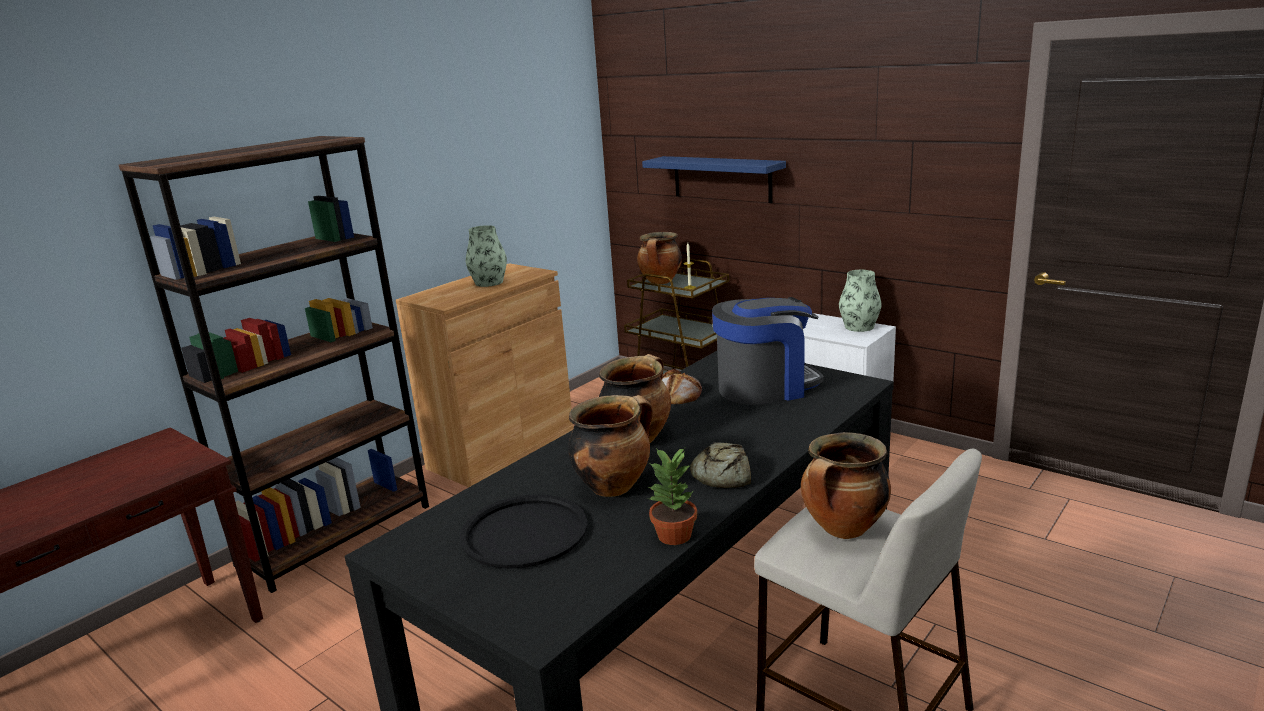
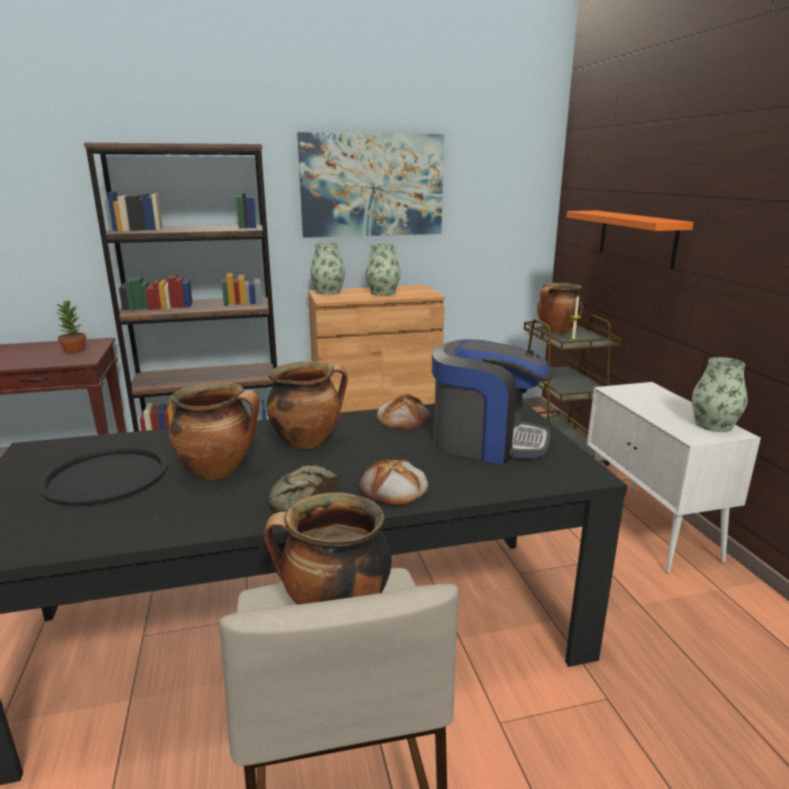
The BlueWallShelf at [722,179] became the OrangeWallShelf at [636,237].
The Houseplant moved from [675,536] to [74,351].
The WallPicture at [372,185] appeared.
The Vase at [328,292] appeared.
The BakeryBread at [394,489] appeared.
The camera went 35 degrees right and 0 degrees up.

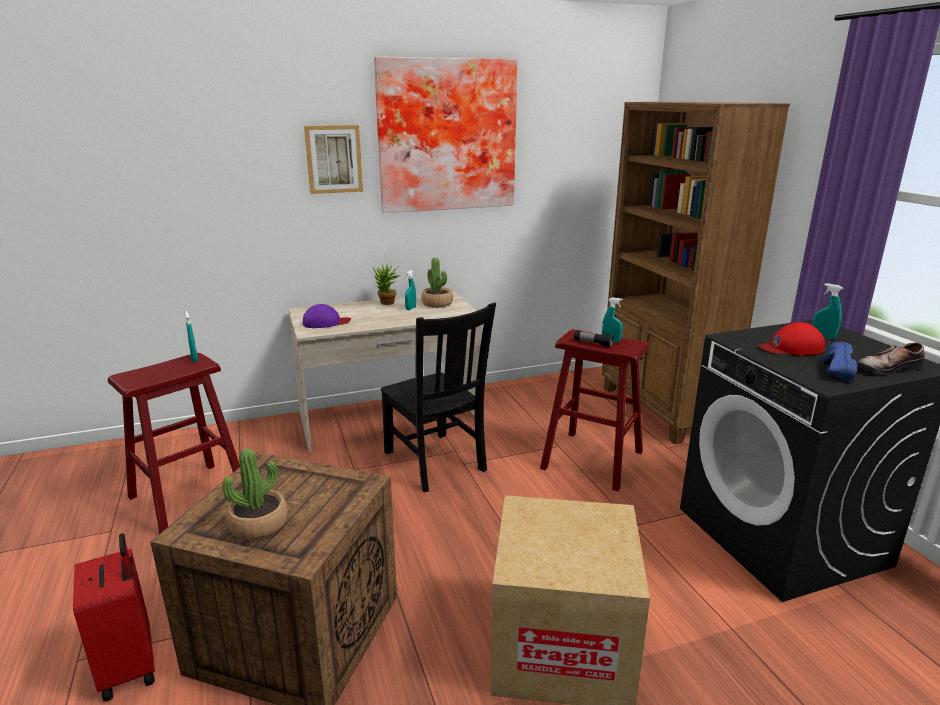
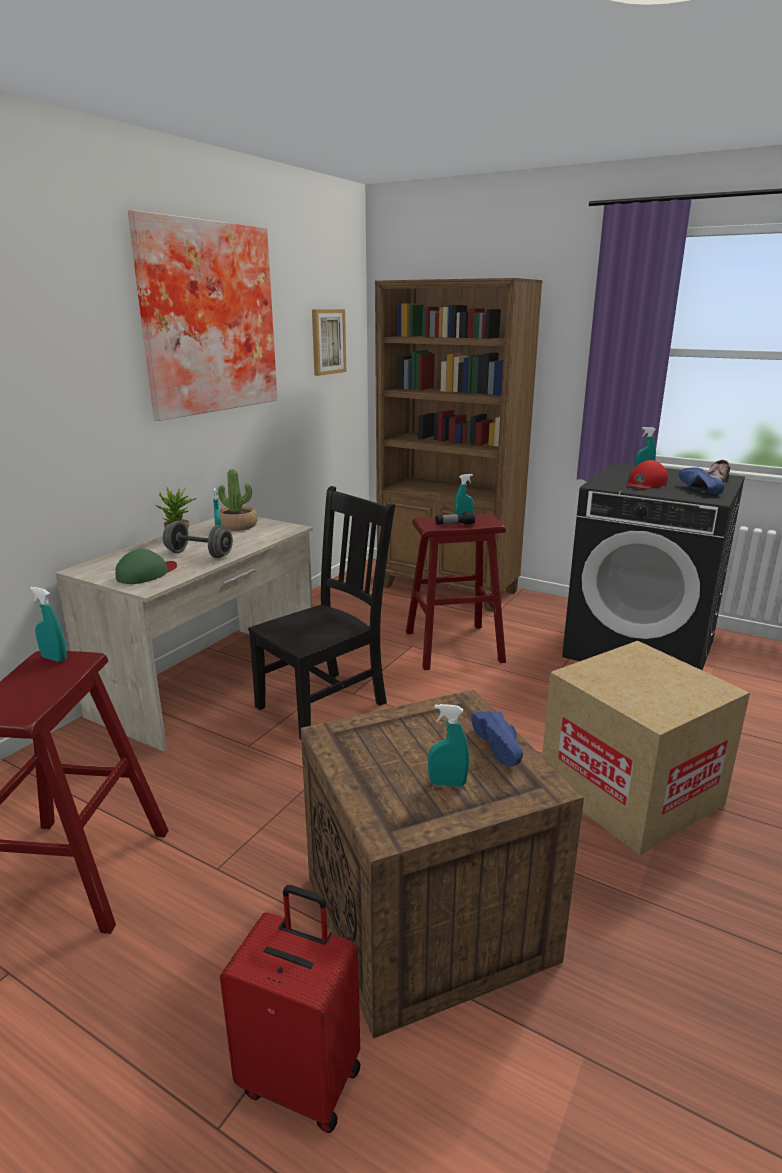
The WallPicture moved from [334,159] to [327,342].
The BlackishUprightChair at [436,463] turned 60 degrees counterclockwise.
The PurpleColouredBaseballCap at [326,322] became the GreenBaseballCap at [147,573].
The Houseplant at [259,524] was replaced by the TurquoiseColouredSprayer at [447,783].
The GreyishFreeWeight at [199,554] appeared.
The BlueItemOfFootwear at [502,747] appeared.
The camera went 40 degrees left and 0 degrees up.

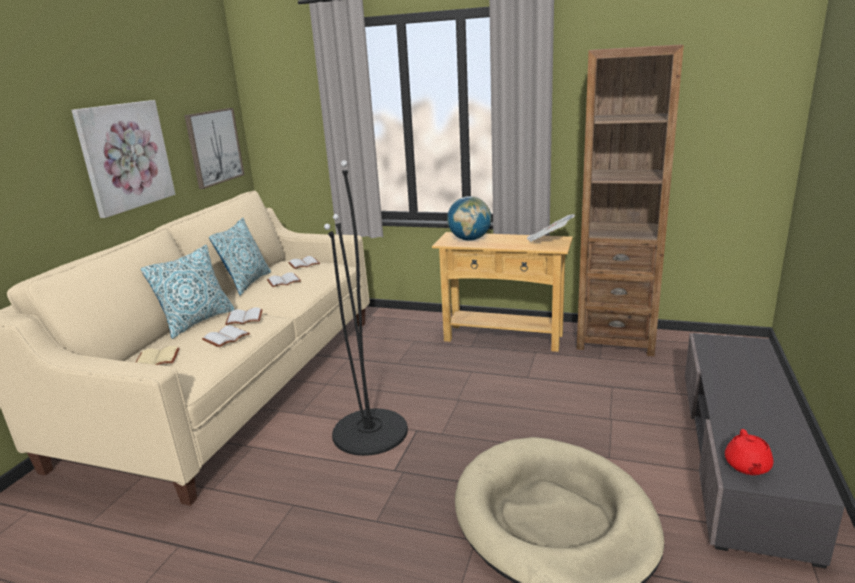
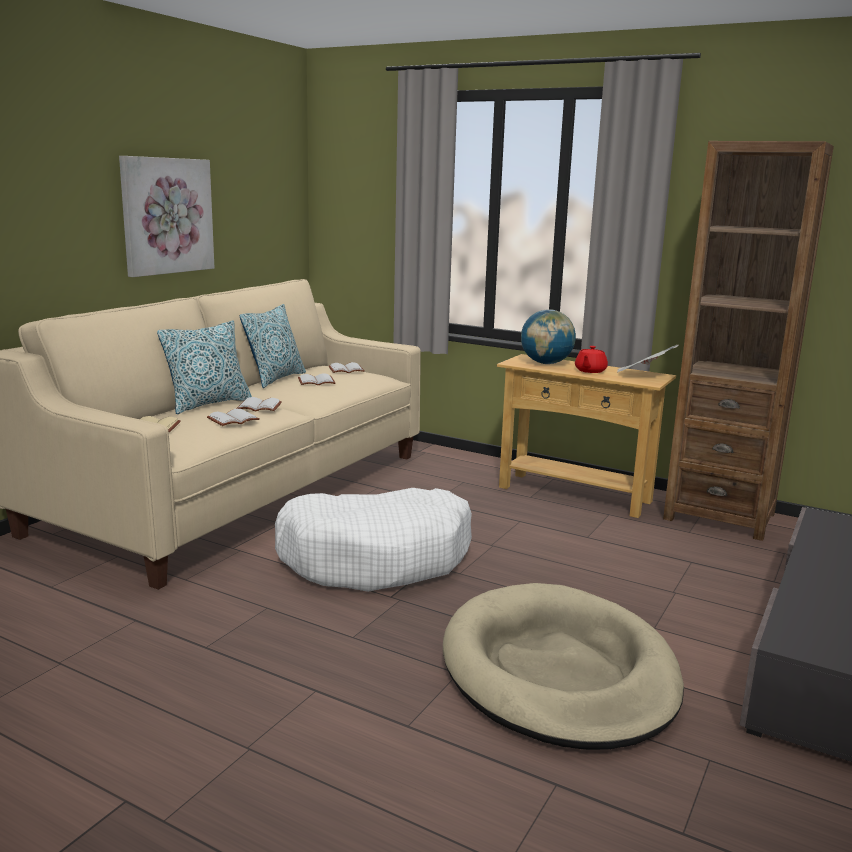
The WallPicture at [214,147] disappeared.
The BlackishFloorLamp at [370,432] was replaced by the WhiteColouredDogBed at [376,558].
The RedTeapot moved from [747,466] to [590,371].
The camera went 10 degrees right and 5 degrees down.

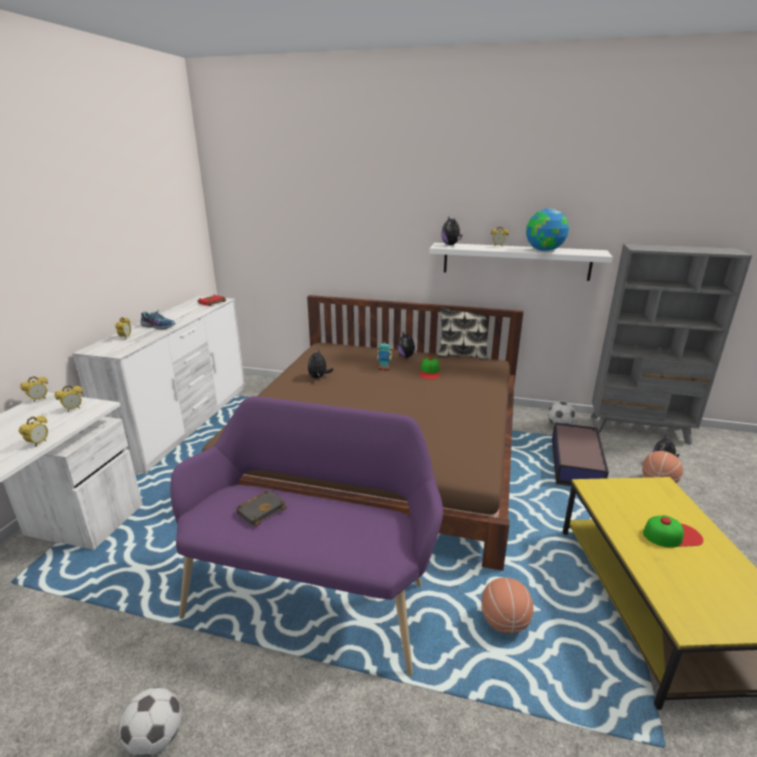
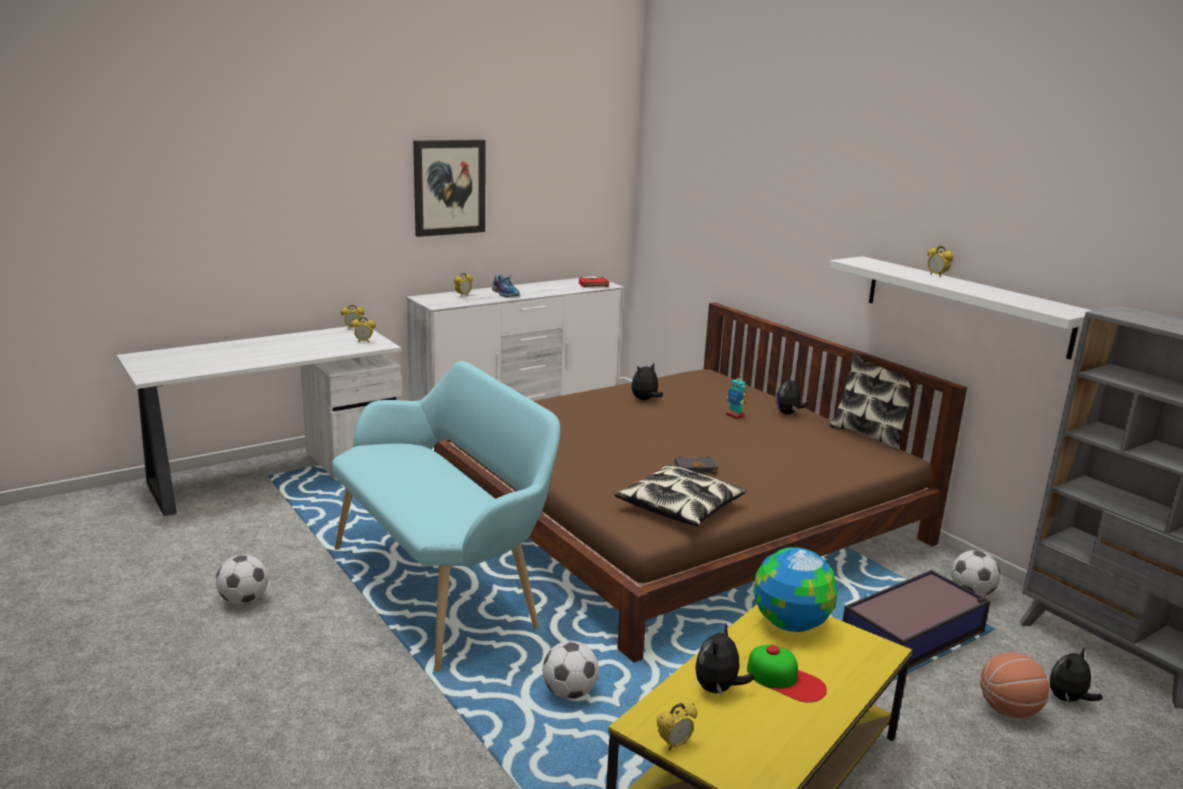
The WorldGlobe moved from [544,250] to [789,623].
The SoftToy moved from [451,245] to [718,689].
The BaseballCap at [430,372] disappeared.
The PurpleColouredBench at [313,593] became the TurquoiseColouredBench at [443,586].
The TableClock moved from [39,443] to [674,745].
The BlackishVolume moved from [262,510] to [696,468].
The BallForBasketball at [504,622] was replaced by the BallForFootball at [569,693].
The WallPicture at [449,187] appeared.
The Cushion at [680,507] appeared.
The camera went 40 degrees right and 5 degrees down.

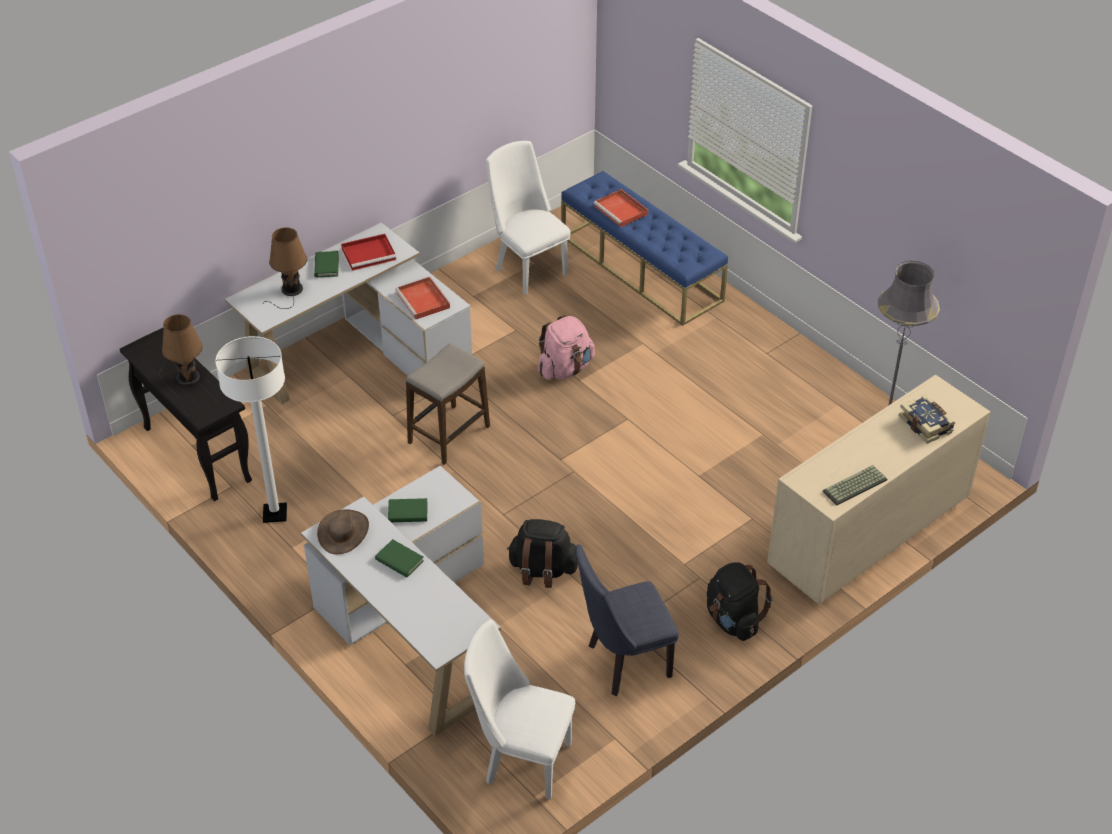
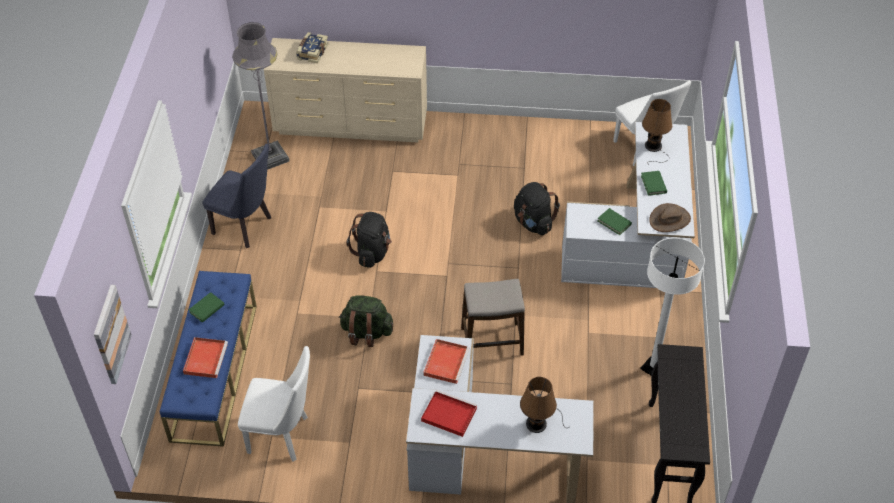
The WhiteColouredUprightChair at [527,268] turned 90 degrees counterclockwise.
The GreenVolume moved from [326,266] to [207,309].
The BrownishTableLamp moved from [185,376] to [654,147].
The PinkBackpack at [565,369] became the GreenBackpack at [366,332].
The Keyboard at [855,486] disappeared.
The BlueUprightChair moved from [622,663] to [246,227].
The BlackishBackpack moved from [733,620] to [372,253].
The WallPicture at [110,334] appeared.
The camera went 135 degrees left and 5 degrees up.

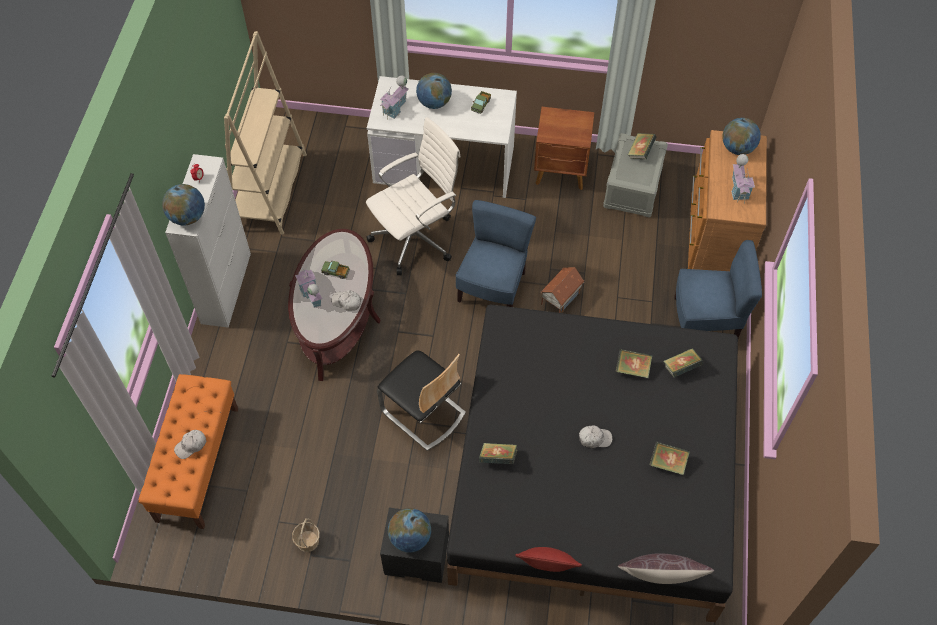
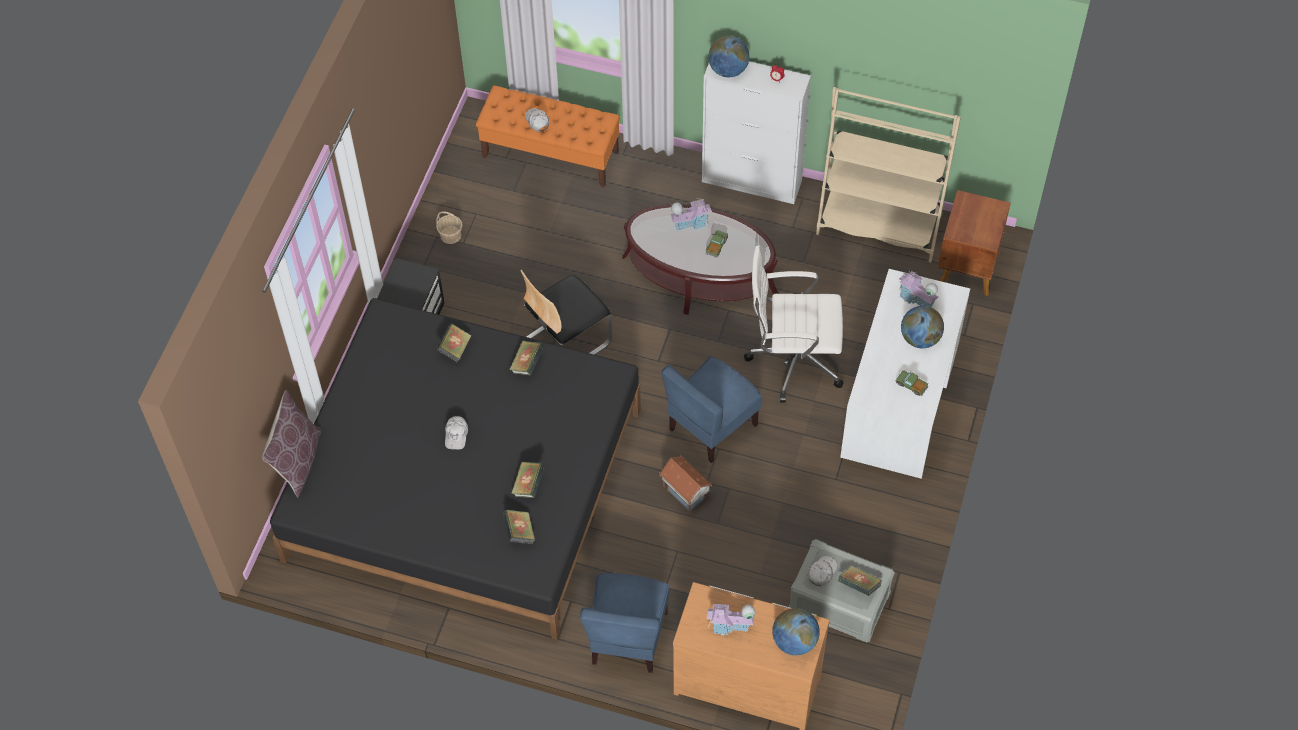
The BrownishNightstand moved from [561,172] to [968,269].
The WhiteColouredDeskChair at [416,238] turned 120 degrees clockwise.
The BlueUprightChair at [493,288] turned 105 degrees clockwise.
The WhiteColouredBaseballCap moved from [346,302] to [822,572].
The Volume moved from [667,463] to [527,364].
The WorldGlobe at [410,538] disappeared.
The RedCushion at [546,568] disappeared.
The camera went 100 degrees right and 0 degrees up.

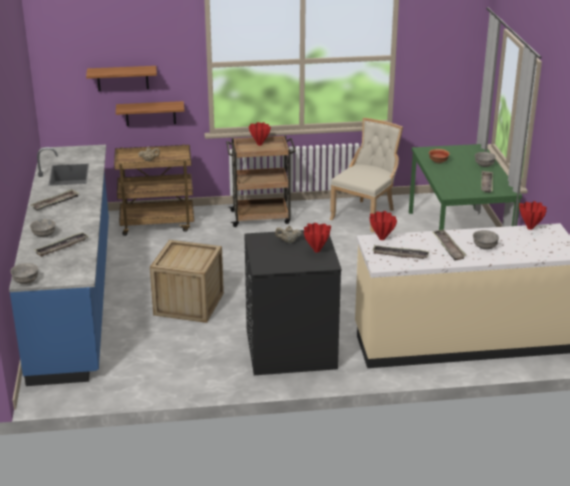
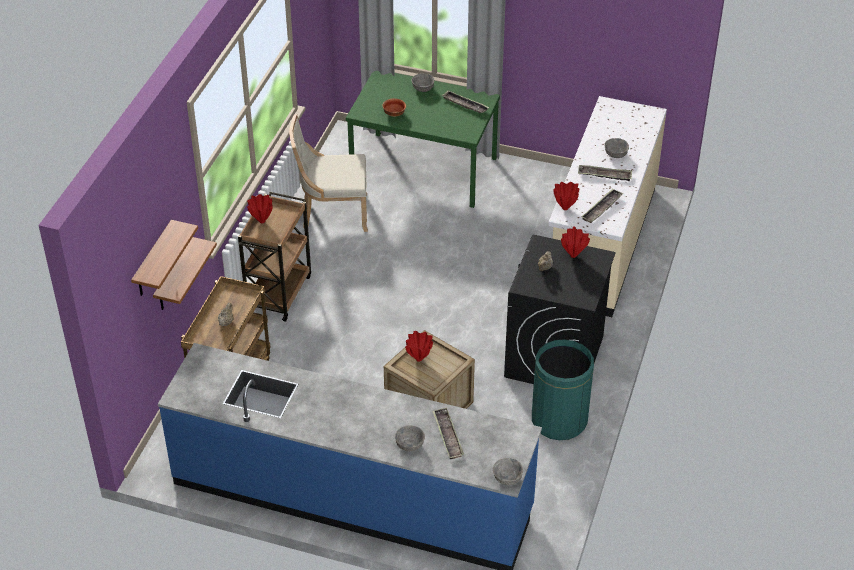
The BeigeColouredUprightChair at [365,214] turned 60 degrees counterclockwise.
The Tray at [55,202] disappeared.
The RedVase moved from [530,228] to [419,359].
The GreenWasteBin at [559,420] appeared.
The camera went 65 degrees left and 15 degrees up.

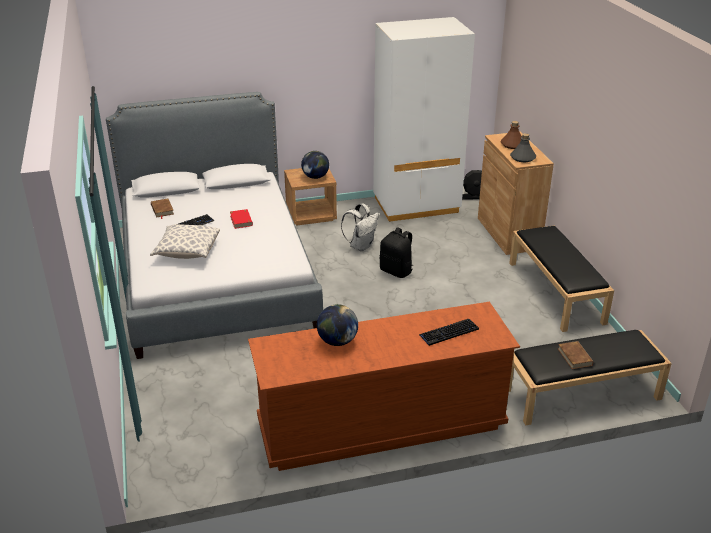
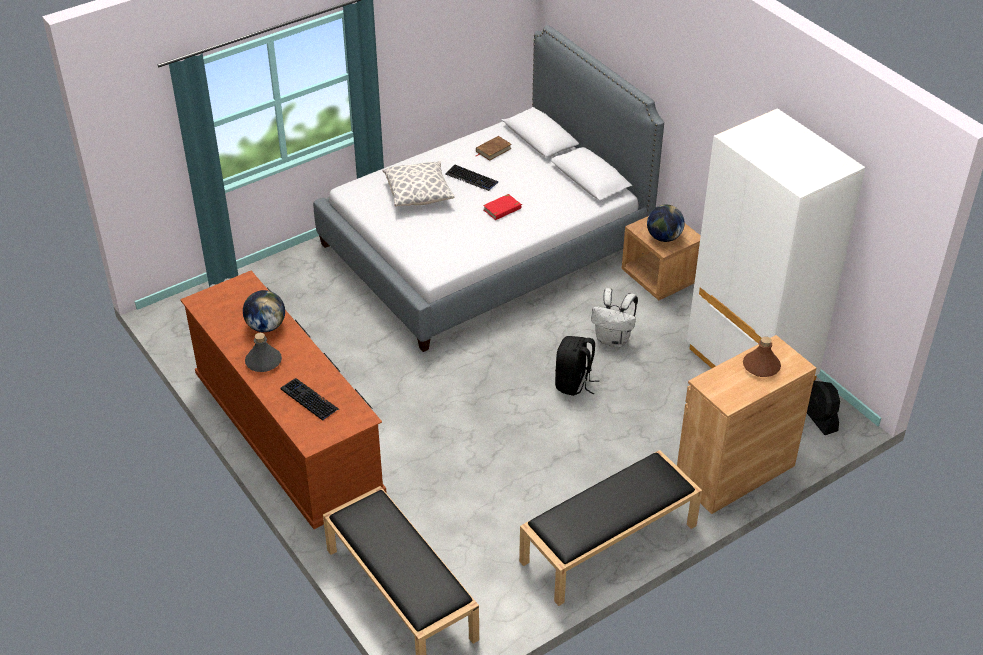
The GreyishBottle moved from [522,158] to [263,361].
The BrownishVolume at [575,357] disappeared.
The camera went 70 degrees right and 10 degrees up.

